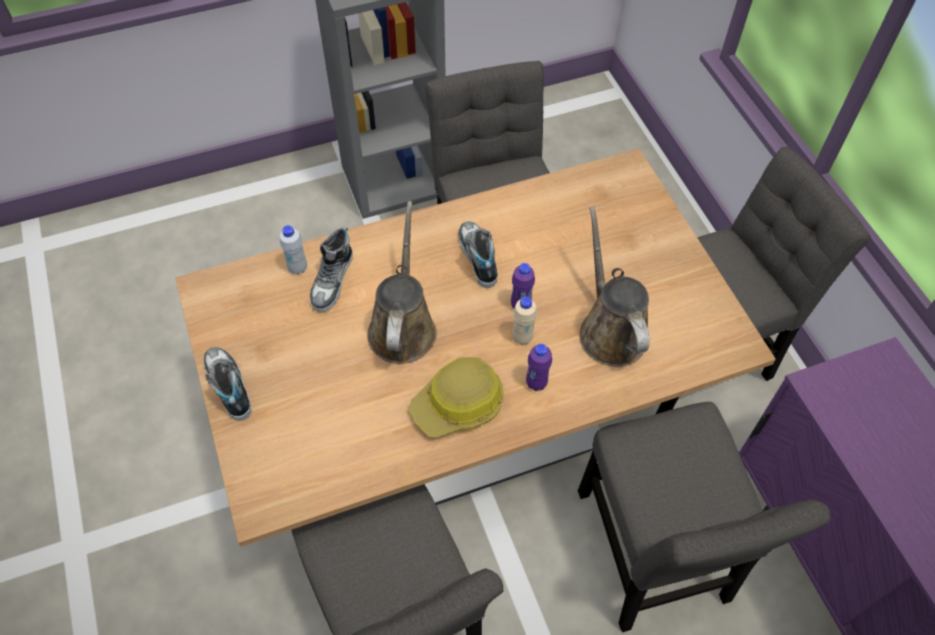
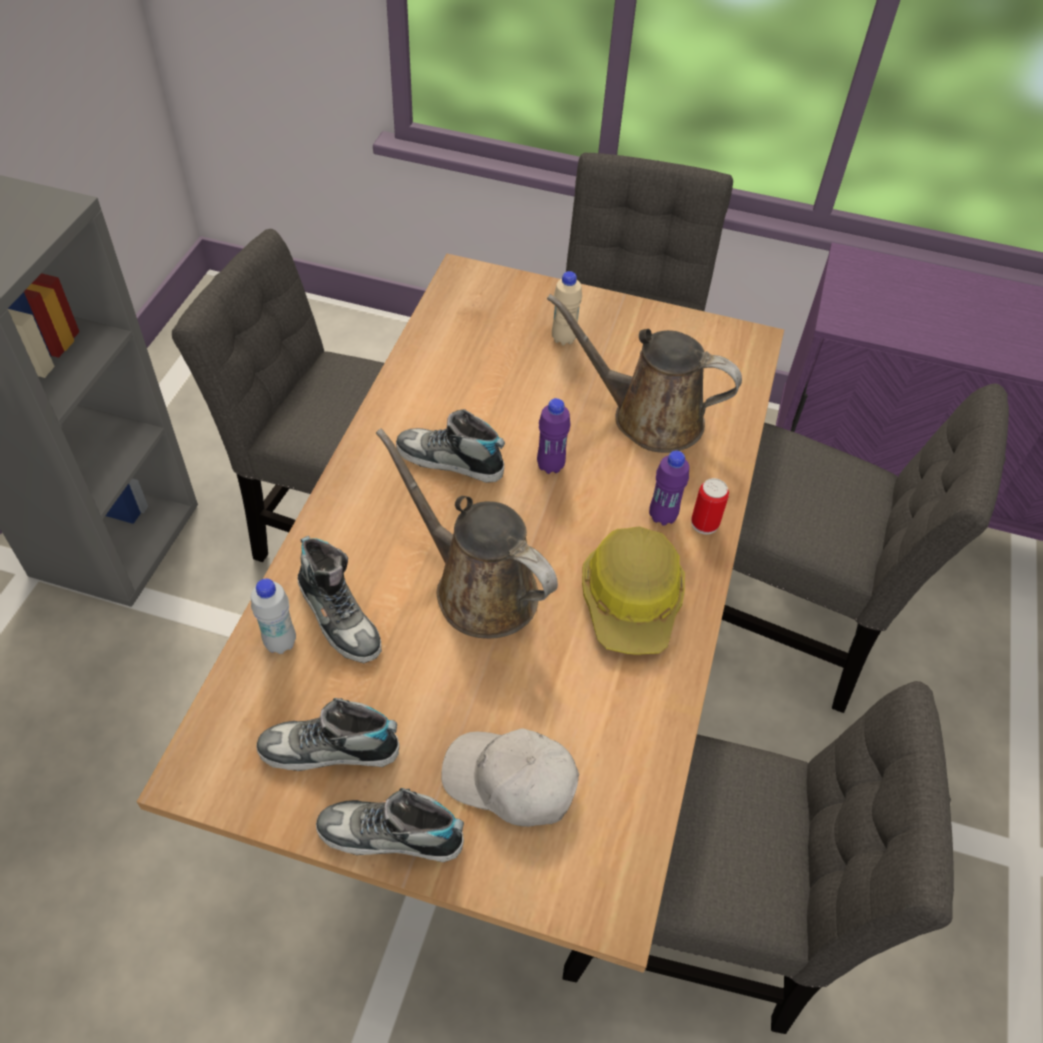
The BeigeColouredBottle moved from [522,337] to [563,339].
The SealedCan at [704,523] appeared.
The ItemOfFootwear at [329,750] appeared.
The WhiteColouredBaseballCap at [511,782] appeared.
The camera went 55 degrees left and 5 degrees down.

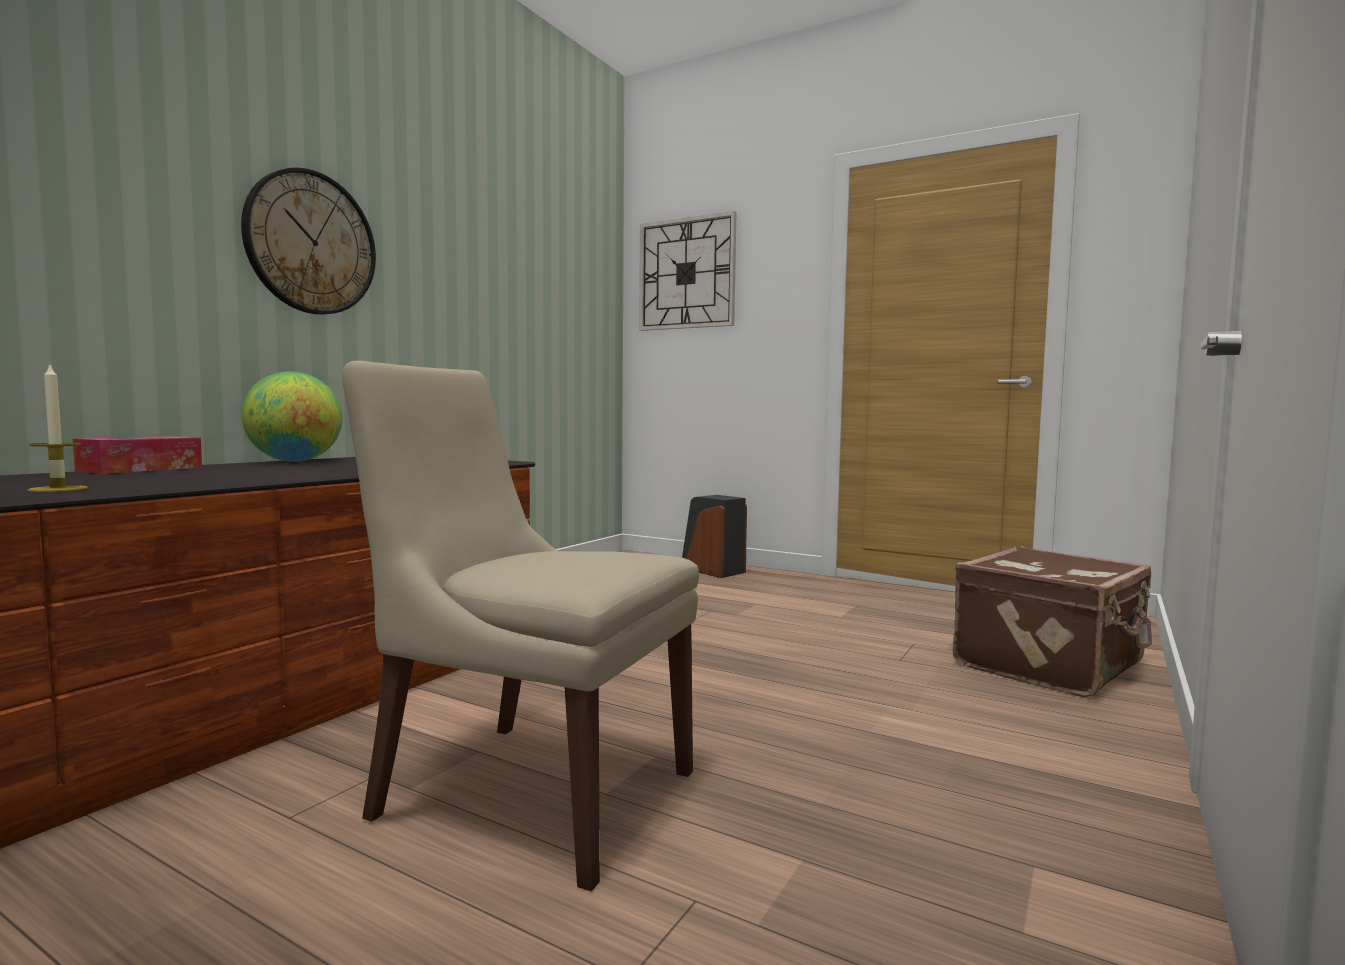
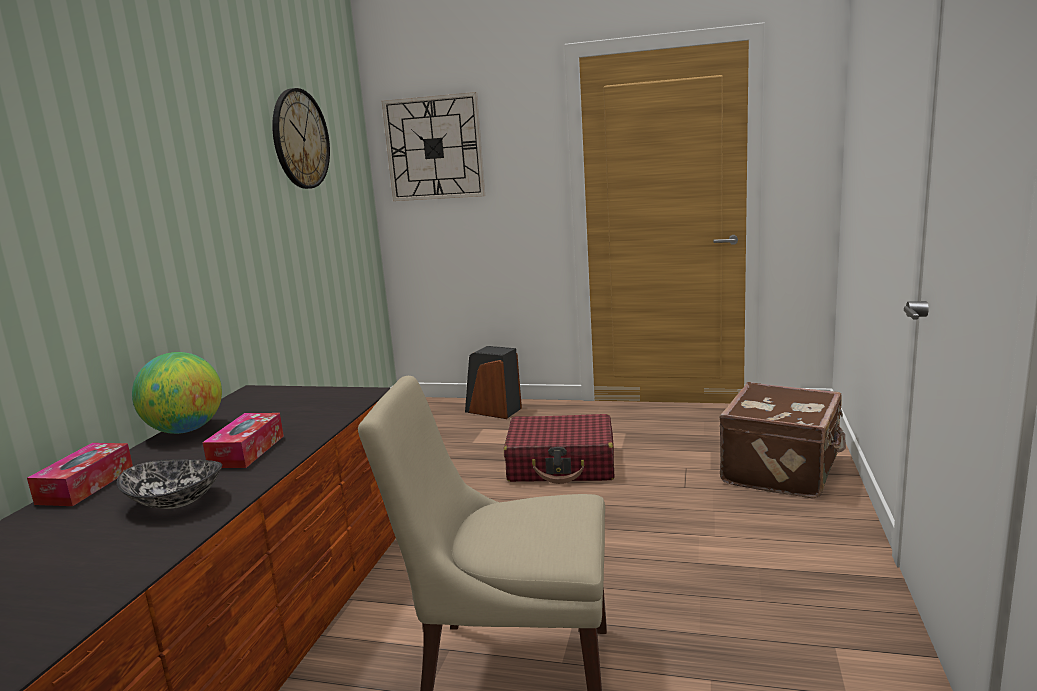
The HangingClock moved from [311,243] to [300,139].
The WaxCandle at [58,489] disappeared.
The TissueBox at [247,451] appeared.
The RedPieceOfLuggage at [561,464] appeared.
The Bowl at [177,501] appeared.
The camera went 15 degrees left and 10 degrees up.

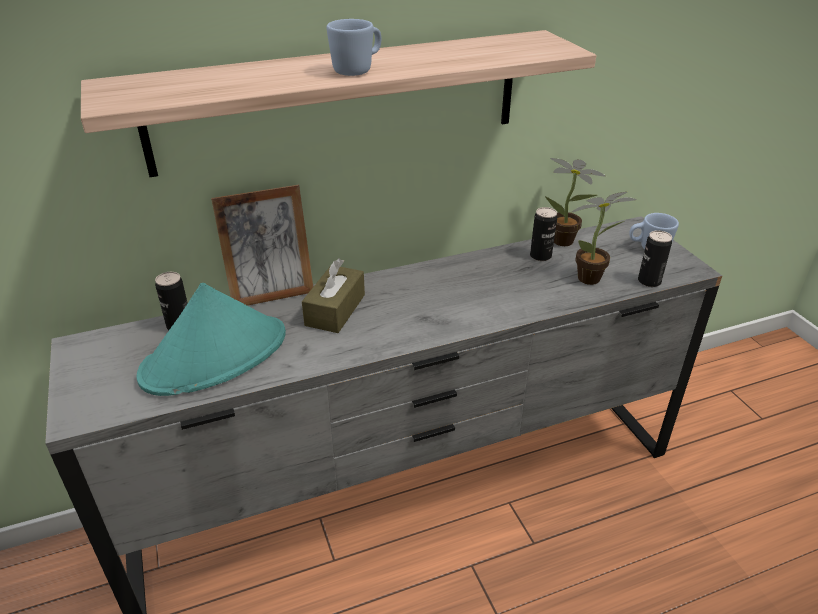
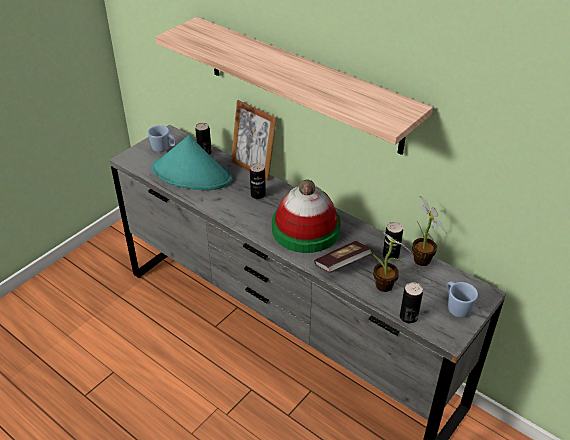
The BlueCoffeeMug moved from [358,70] to [164,149].
The BrownishTissueBox at [335,310] was replaced by the SealedCan at [258,195].
The Hat at [306,229] appeared.
The Volume at [342,264] appeared.
The camera went 60 degrees right and 5 degrees up.

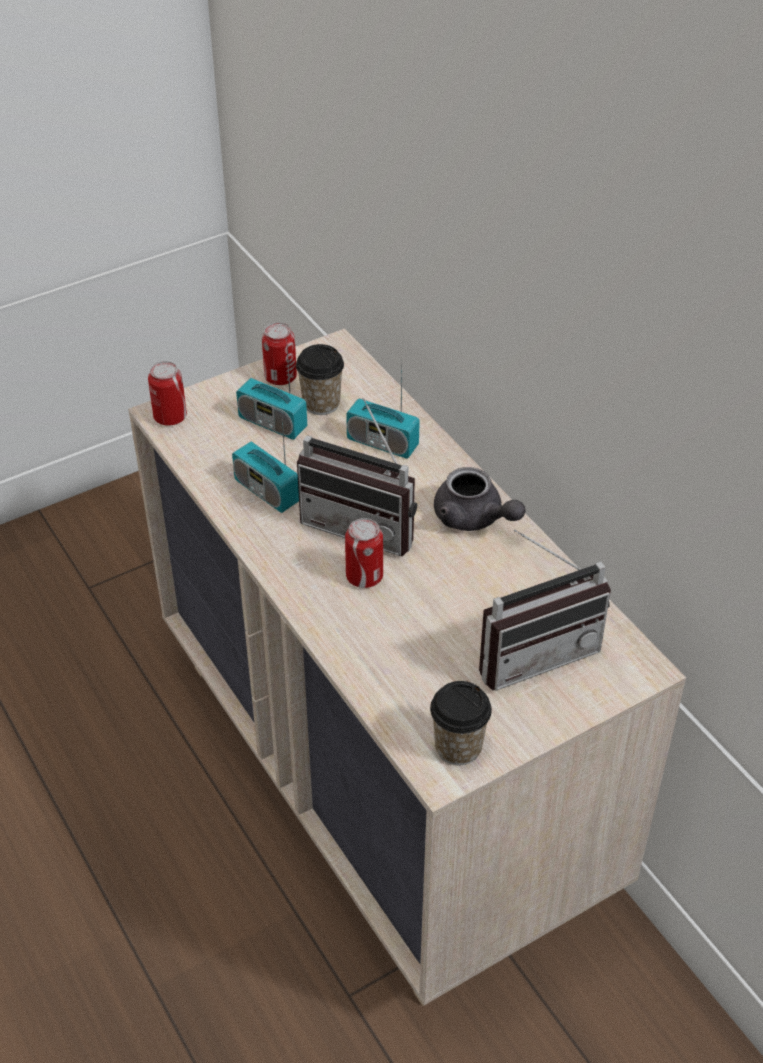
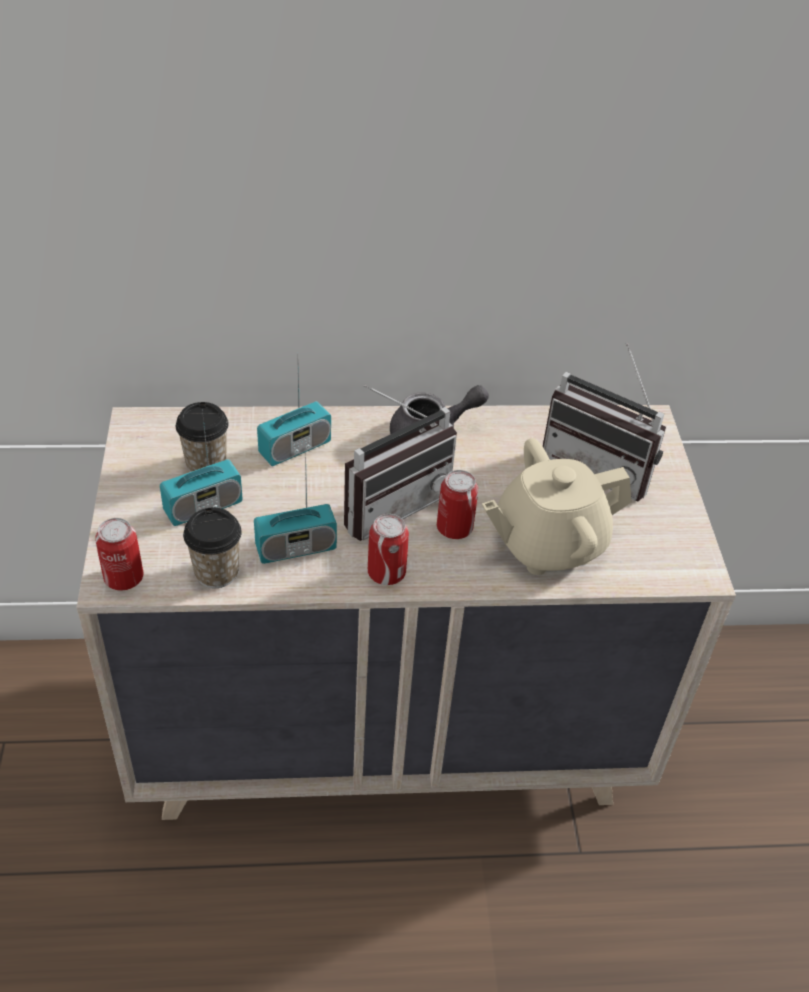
The SealedCan moved from [280,377] to [386,573].
The Radio at [534,651] turned 120 degrees clockwise.
The DrinkingCup moved from [458,747] to [216,572].
The BeigeColouredTeapot at [547,544] appeared.
The camera went 65 degrees left and 0 degrees up.

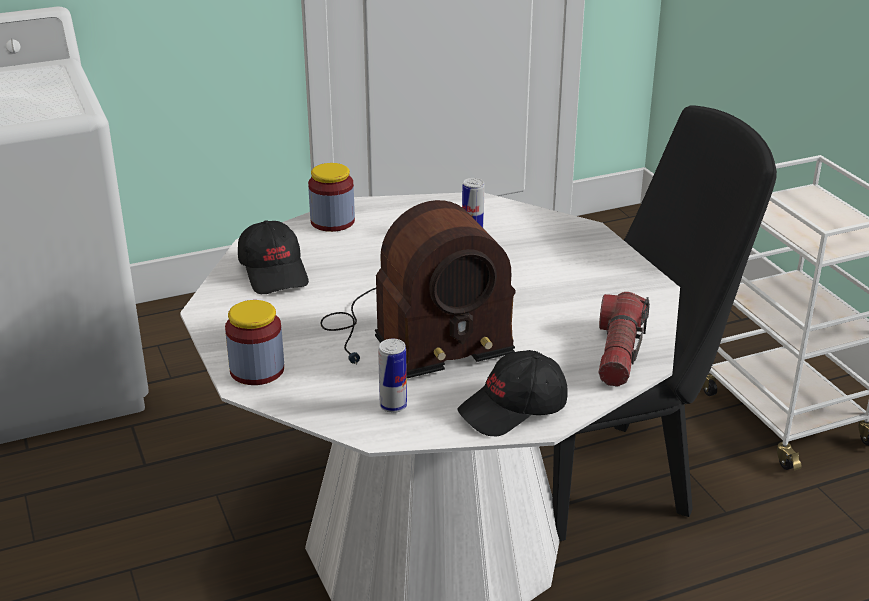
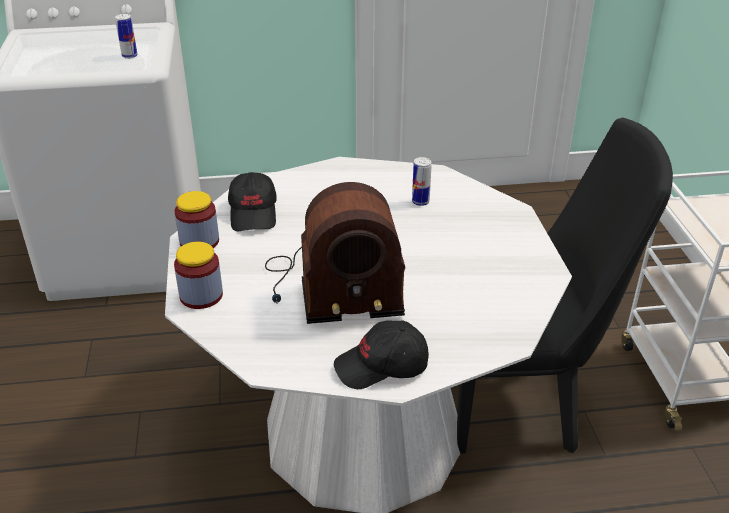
The PreserveJar moved from [332,221] to [199,242].
The HandTorch at [619,352] disappeared.
The SealedCan moved from [393,406] to [129,56].
The camera went 15 degrees right and 5 degrees up.

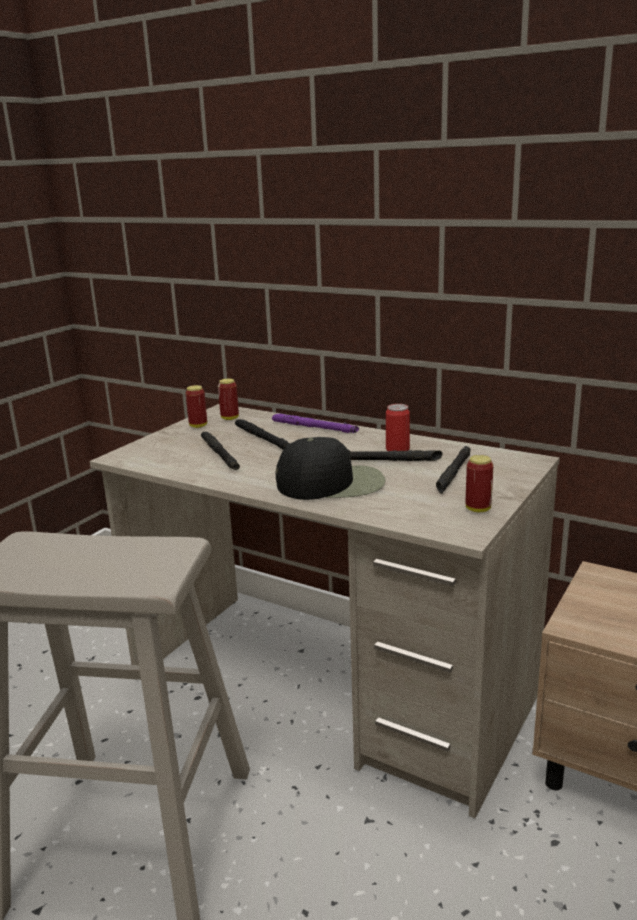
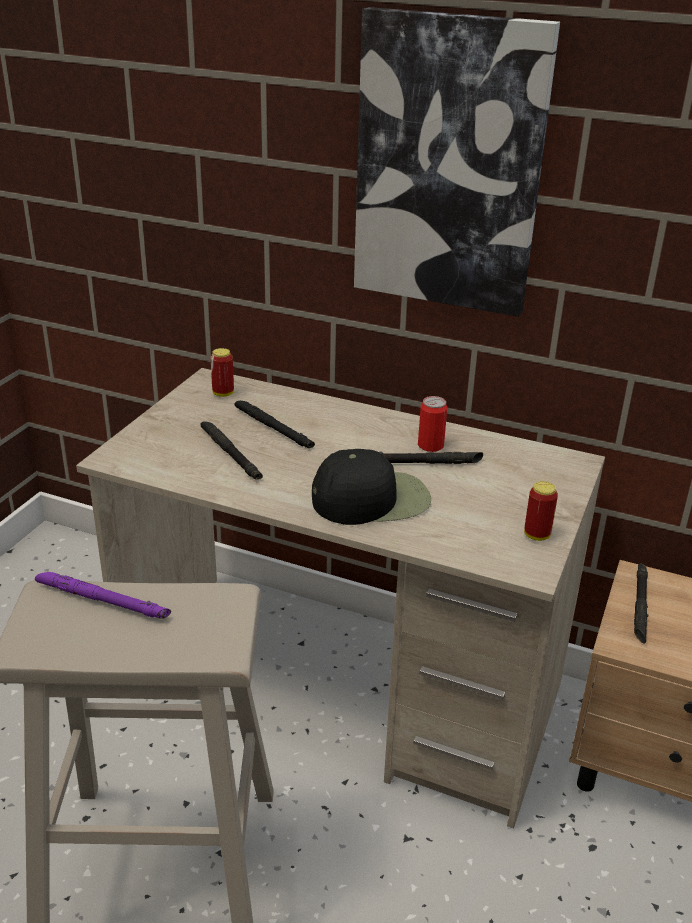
The SealedCan at [198,426] disappeared.
The PurpleColouredHandTorch moved from [314,428] to [102,601].
The BlackishHandTorch moved from [454,473] to [640,606].
The WallPicture at [449,165] appeared.
The camera went 10 degrees left and 10 degrees up.

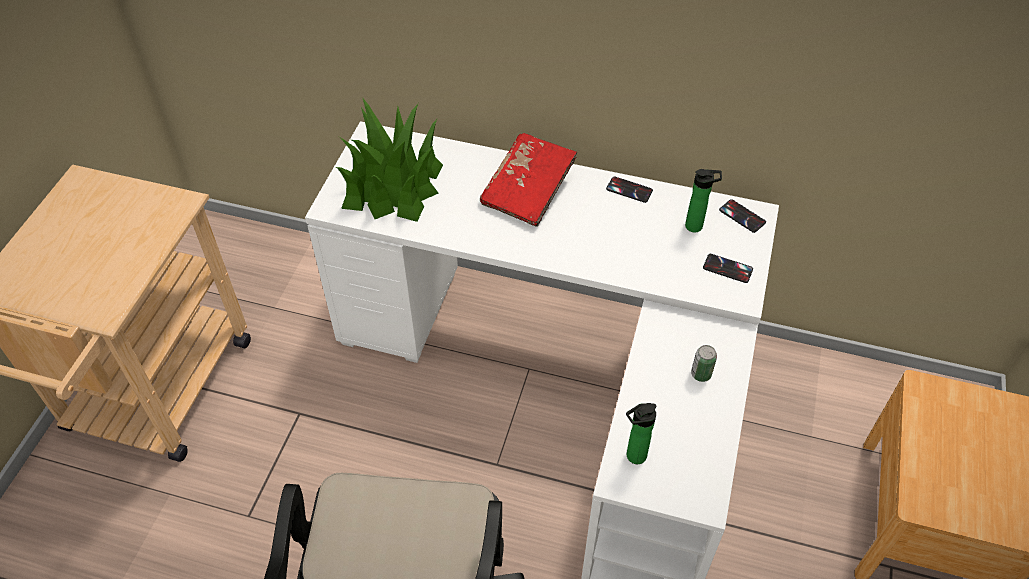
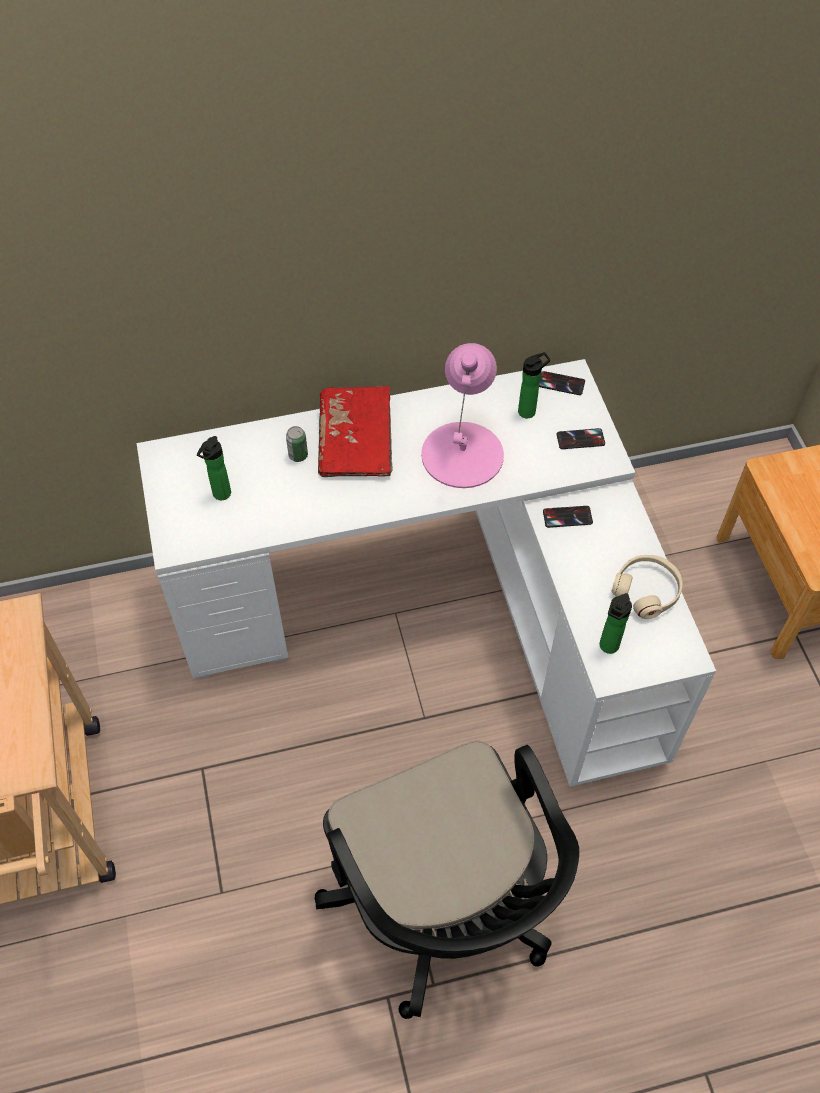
The Houseplant at [393,184] was replaced by the Bottle at [220,495].
The Telephone moved from [629,190] to [567,517].
The SealedCan moved from [701,374] to [298,455].
The PinkTableLamp at [463,453] appeared.
The BeigeColouredHeadphones at [646,590] appeared.
The camera went 30 degrees left and 5 degrees up.

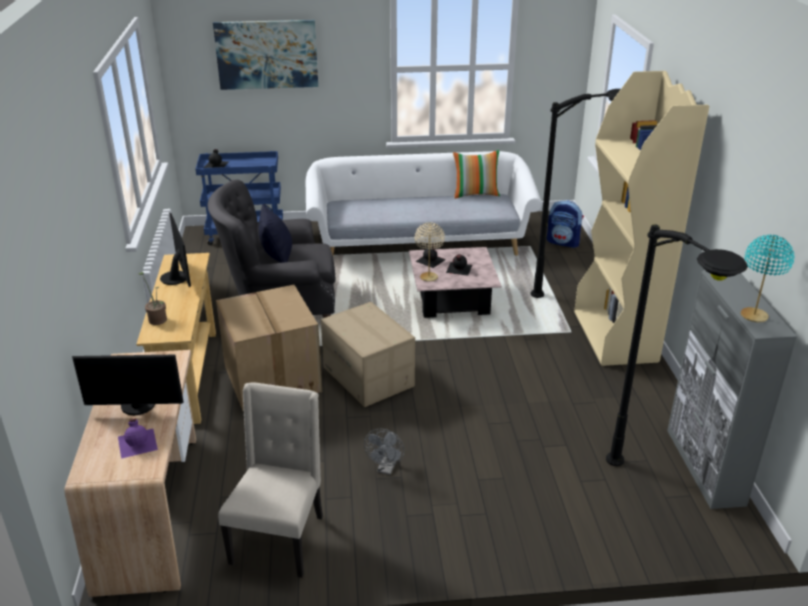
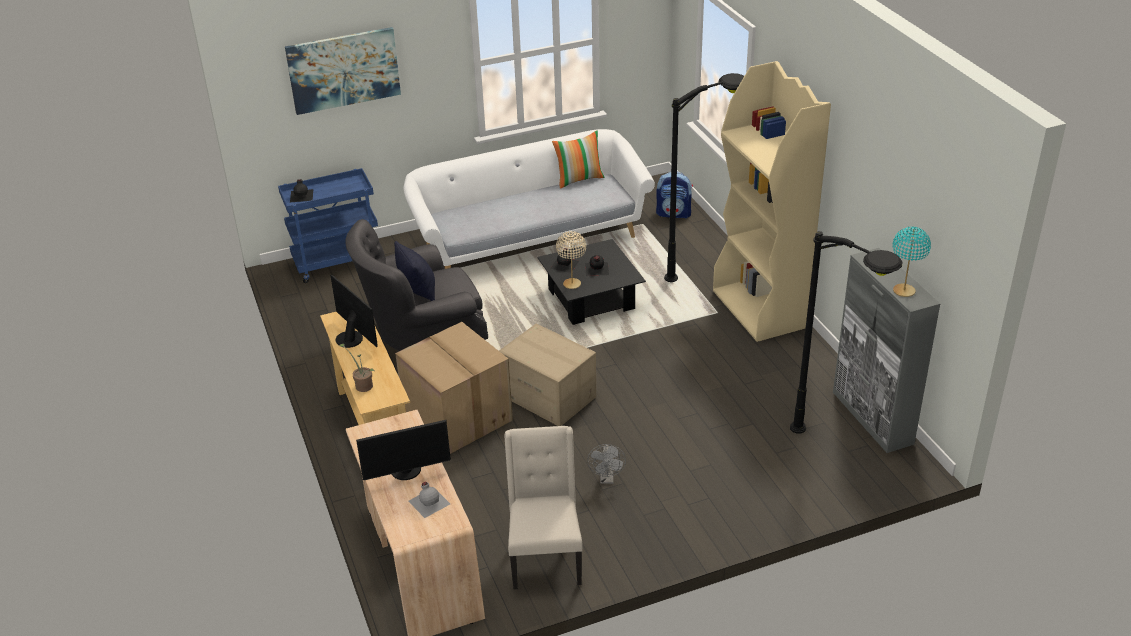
The PinkCoffeeTable at [452,299] became the BlackishCoffeeTable at [591,299].
The PurpleColouredBottle at [138,442] became the GreyishBottle at [429,501].
The camera went 15 degrees left and 5 degrees up.

